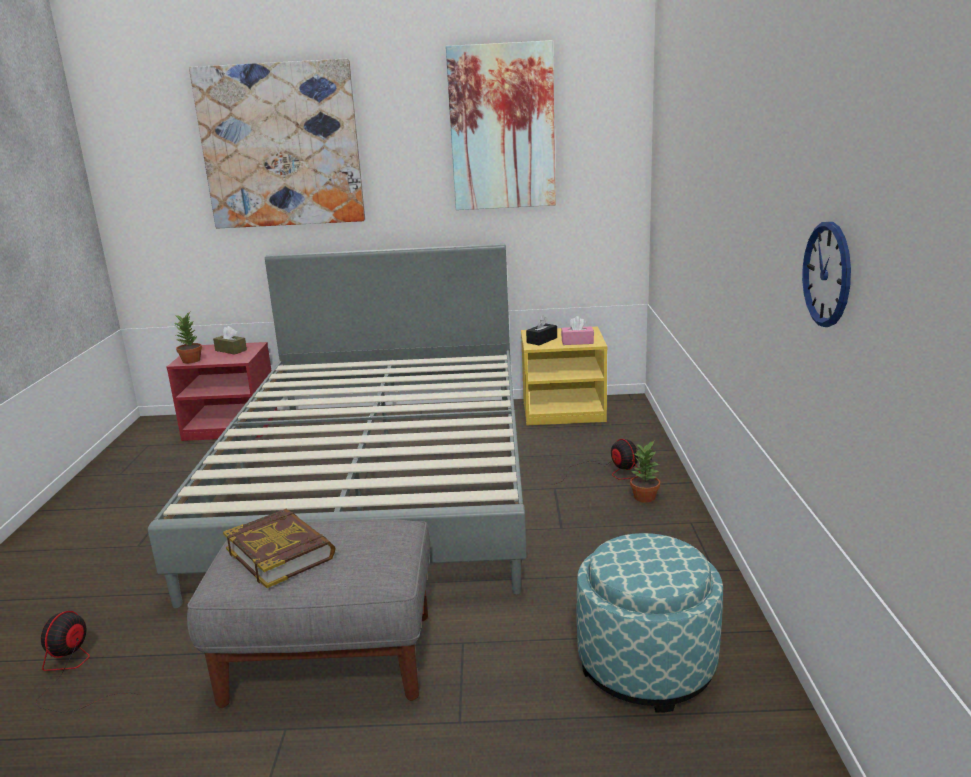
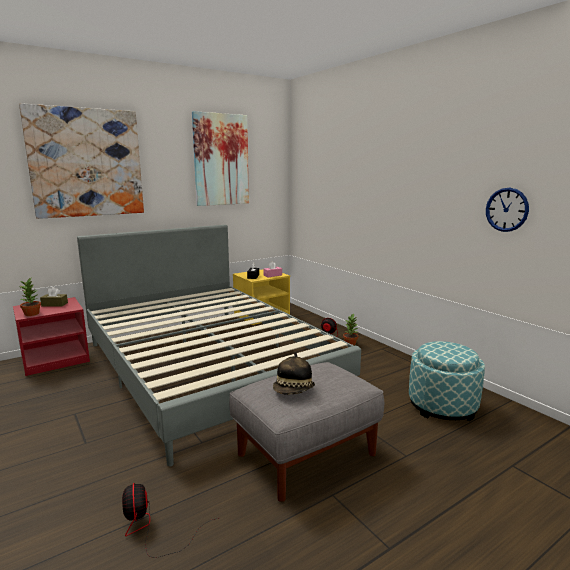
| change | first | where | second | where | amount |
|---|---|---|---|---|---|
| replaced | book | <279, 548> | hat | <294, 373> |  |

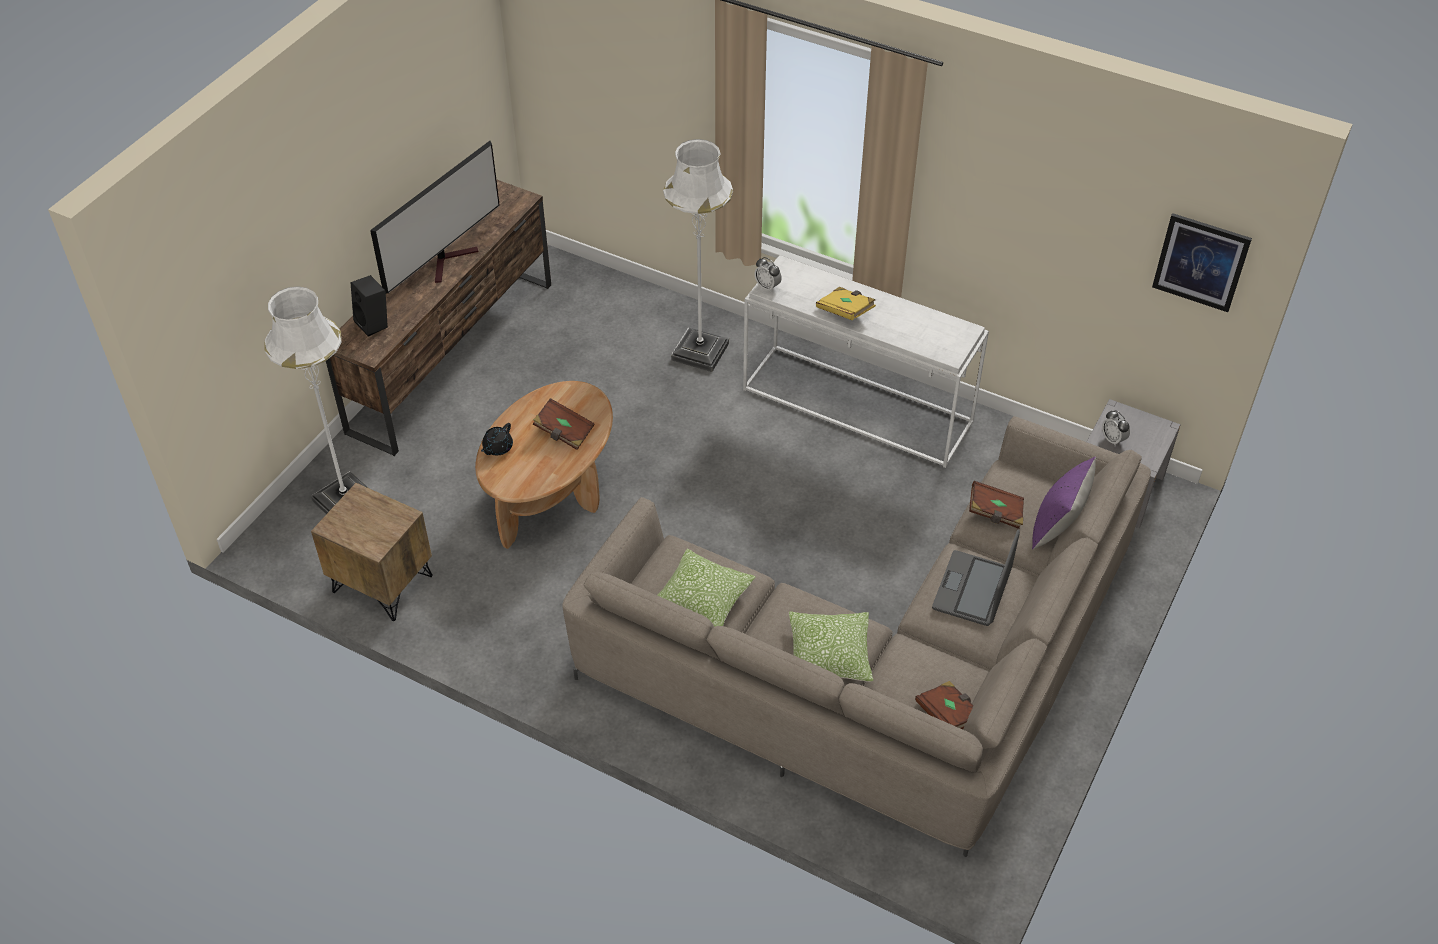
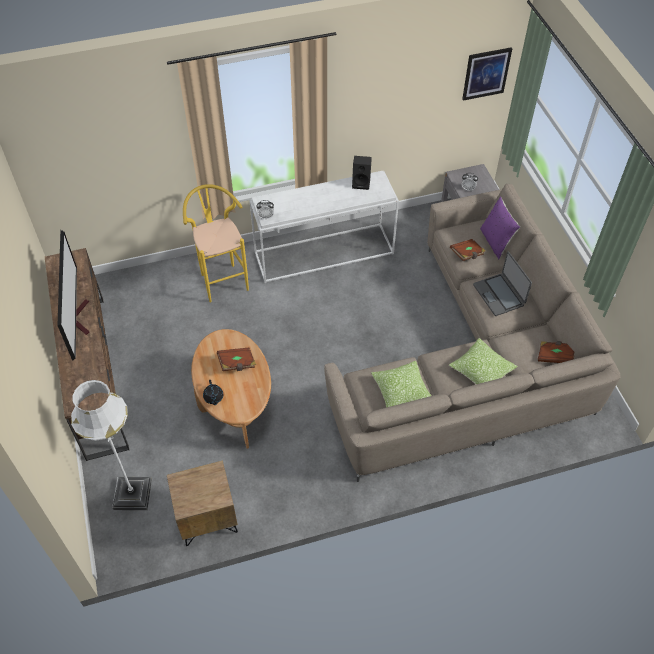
| change | first | where | second | where | amount |
|---|---|---|---|---|---|
| moved | black speaker | <369, 306> |  | <362, 173> |  |
| replaced | white floor lamp | <698, 255> | yellow stool | <216, 243> |  |
| removed | yellow book | <846, 304> |  |  |  |

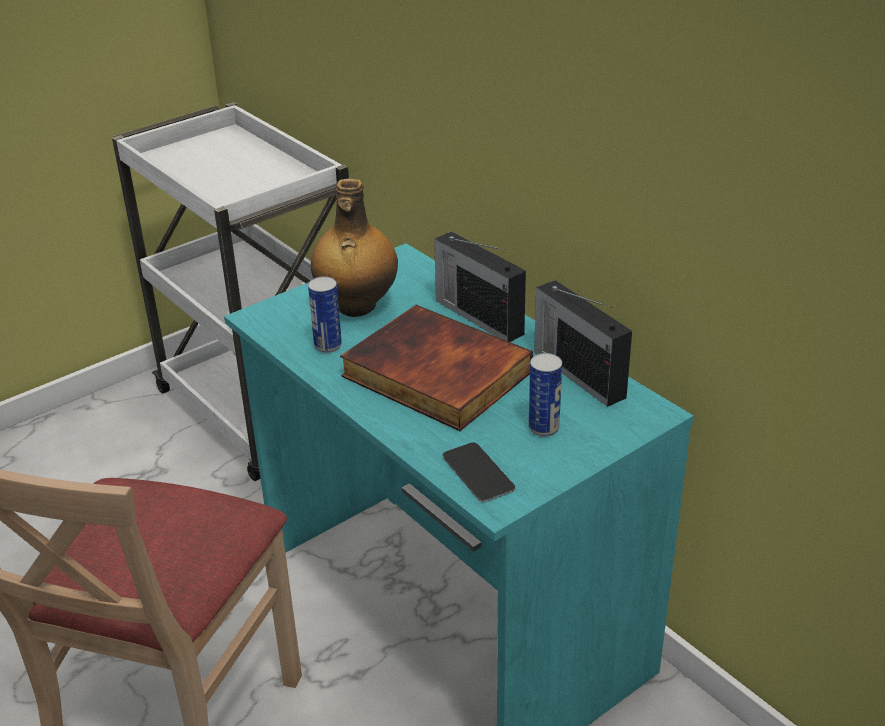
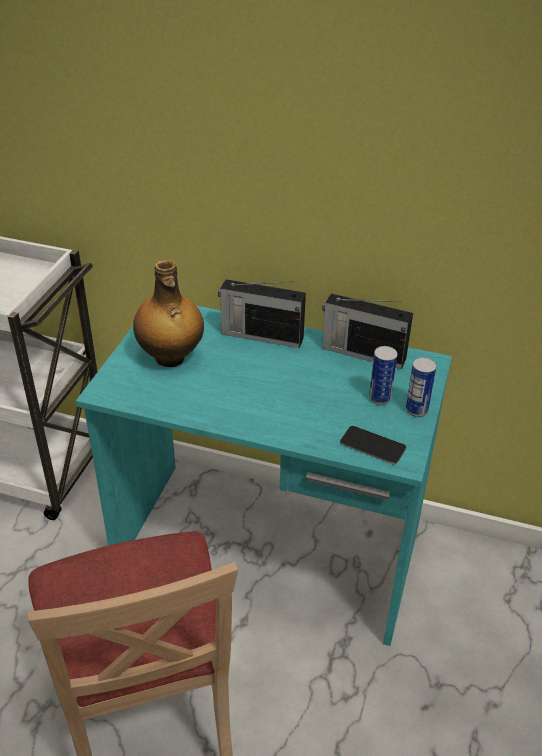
| change | first | where | second | where | amount |
|---|---|---|---|---|---|
| moved | can | <325, 314> |  | <421, 387> |  |
| removed | book | <436, 368> |  |  |  |

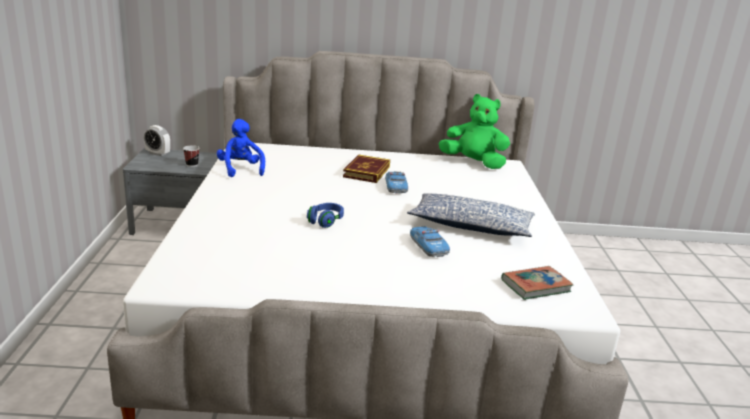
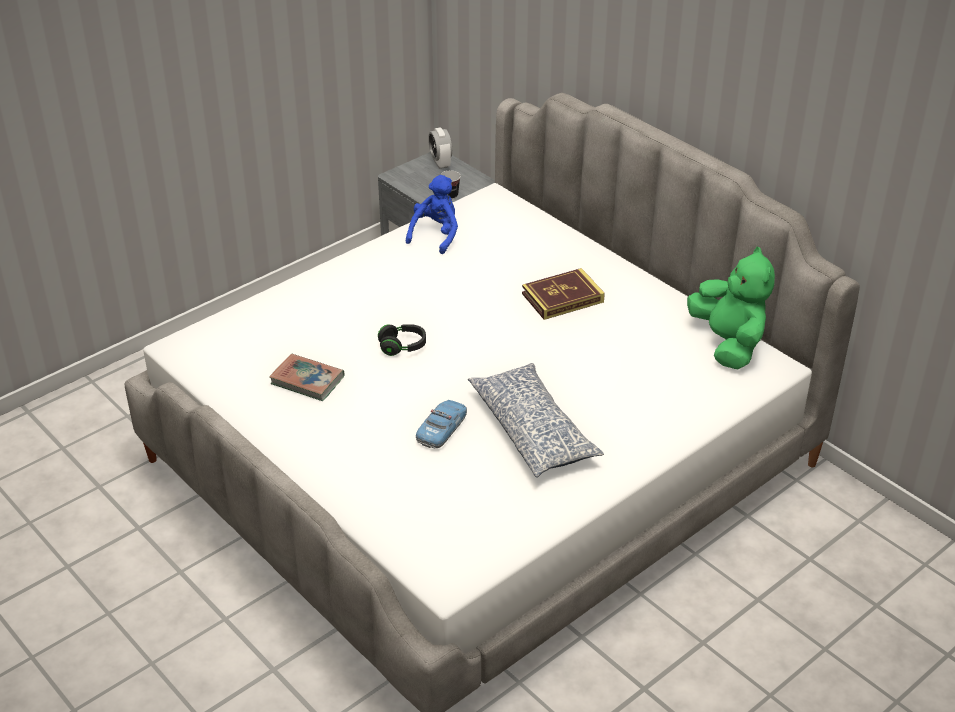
| change | first | where | second | where | amount |
|---|---|---|---|---|---|
| recoloured | blue headphones | <325, 215> | black headphones | <402, 340> |  |
| removed | toy car | <396, 182> |  |  |  |
| moved | book | <537, 283> |  | <306, 377> |  |

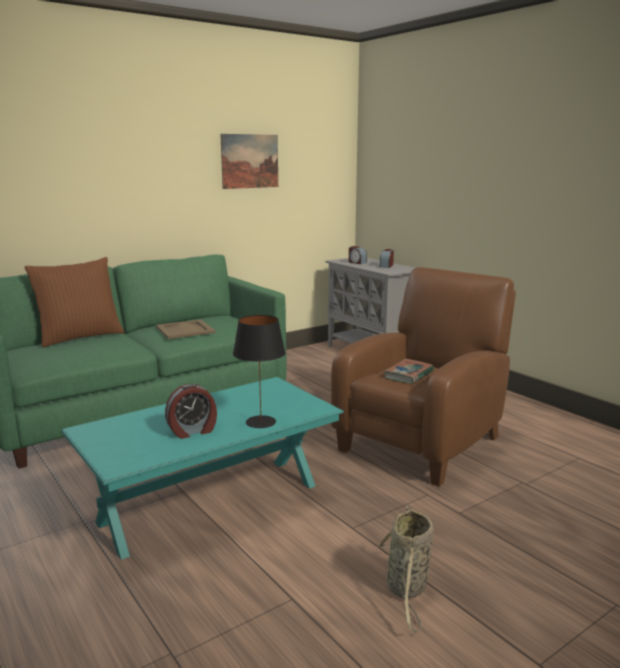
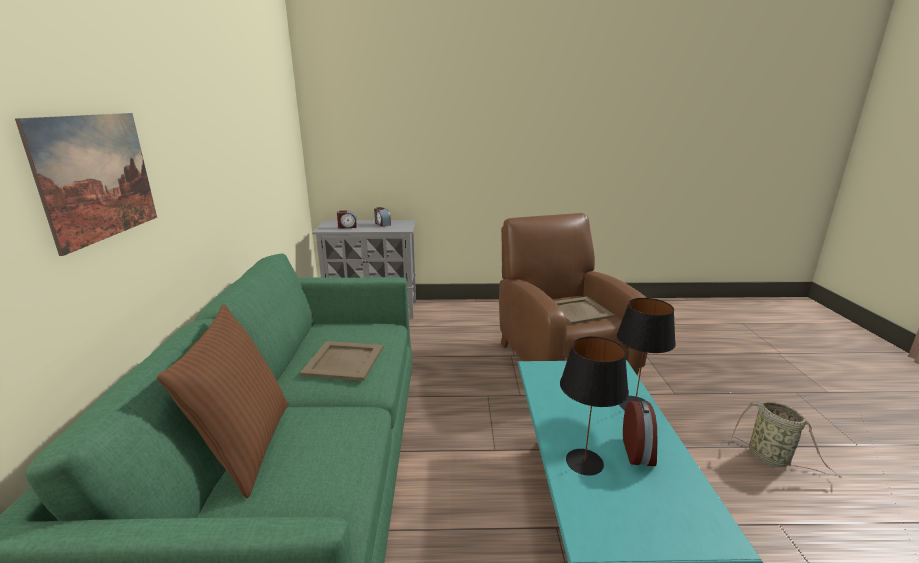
| change | first | where | second | where | amount |
|---|---|---|---|---|---|
| moved | picture | <249, 161> |  | <86, 184> |  |
| replaced | book | <409, 371> | beige tray | <584, 311> |  |
| added |  |  | black table lamp | <594, 405> |  |

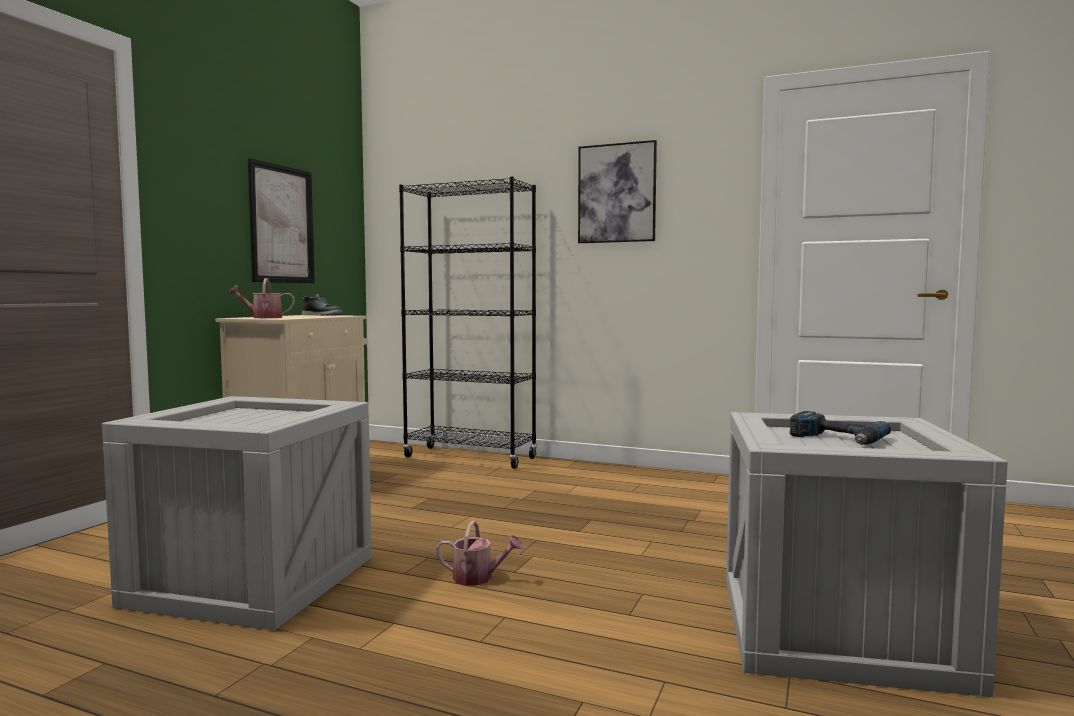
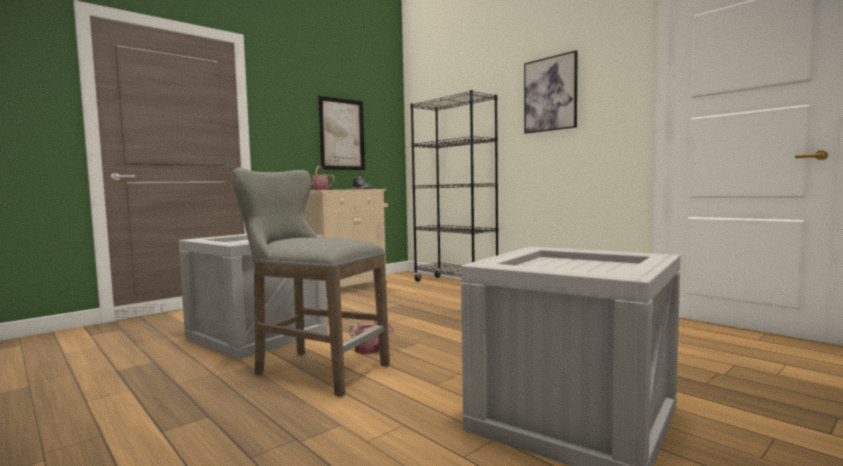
| change | first | where | second | where | amount |
|---|---|---|---|---|---|
| removed | power drill | <840, 428> |  |  |  |
| added |  |  | grey stool | <311, 282> |  |

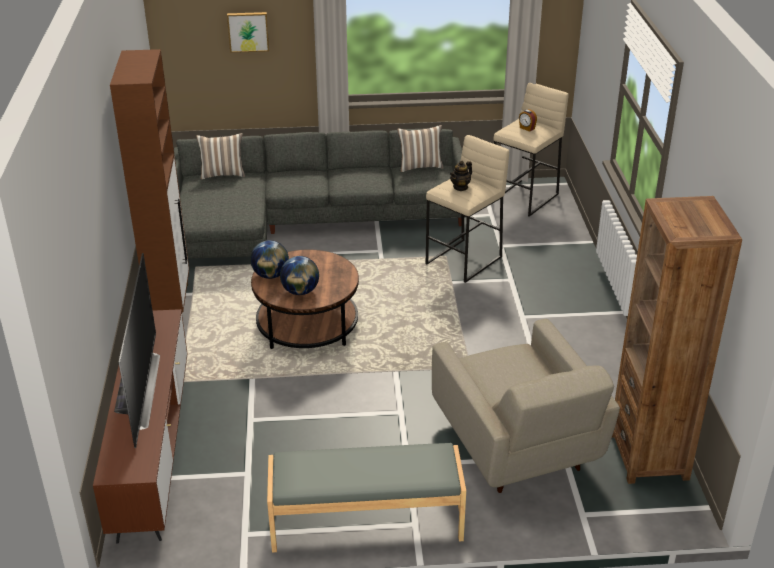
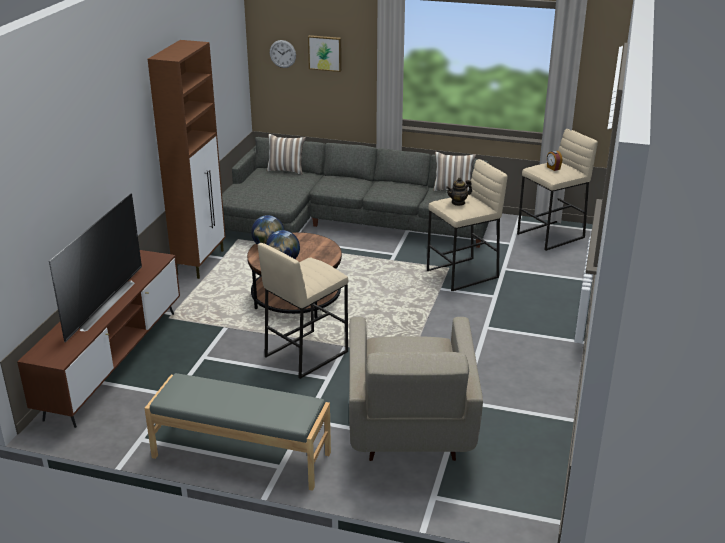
| change | first | where | second | where | amount |
|---|---|---|---|---|---|
| removed | brown bookcase | <677, 340> |  |  |  |
| added |  |  | beige stool | <303, 311> |  |
| added |  |  | wall clock | <283, 54> |  |

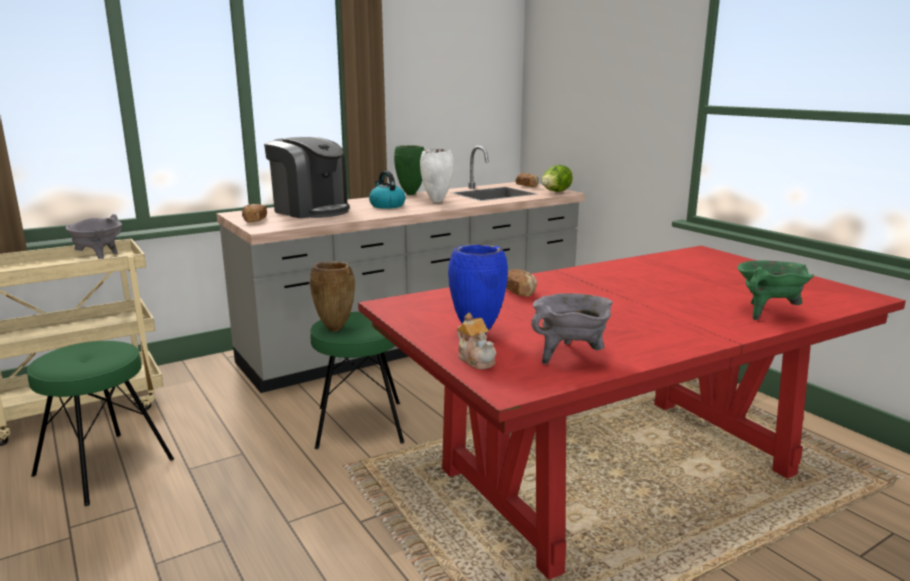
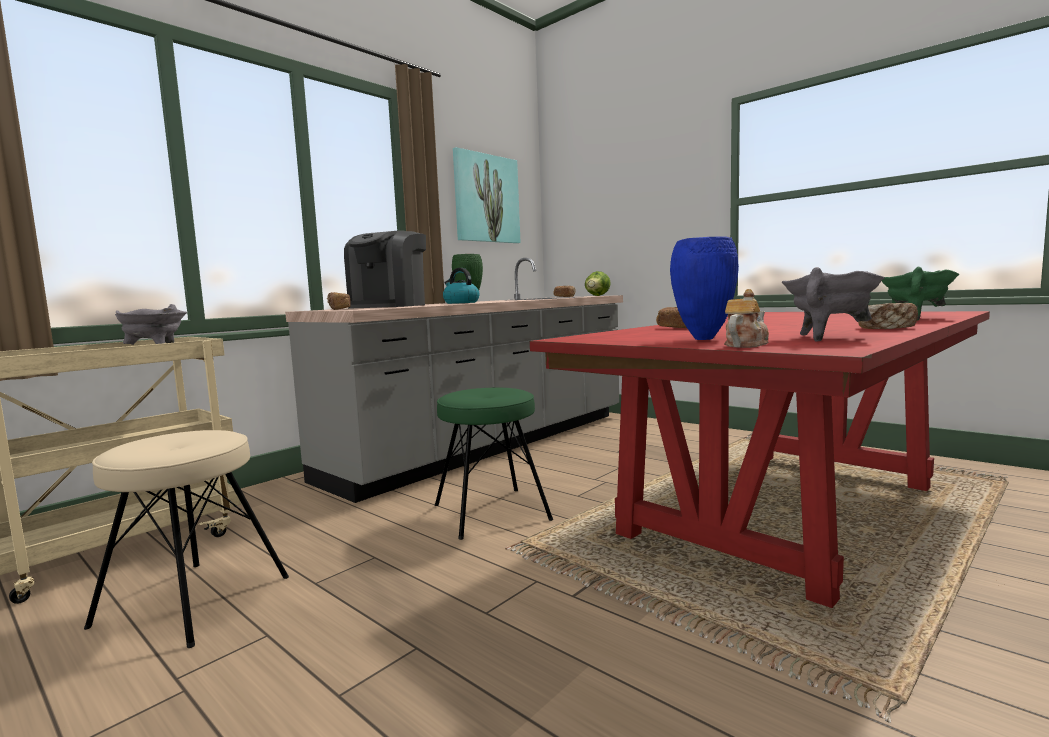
| change | first | where | second | where | amount |
|---|---|---|---|---|---|
| recoloured | green stool | <100, 423> | beige stool | <186, 539> |  |
| turned | coffee machine | <307, 177> |  | <385, 269> | 90 degrees clockwise |
| removed | brown vase | <332, 296> |  |  |  |
| removed | white vase | <437, 176> |  |  |  |
| turned | teapot | <476, 341> |  | <746, 318> | 90 degrees counterclockwise |
| added |  |  | picture | <487, 195> |  |
| added |  |  | bread | <888, 316> |  |

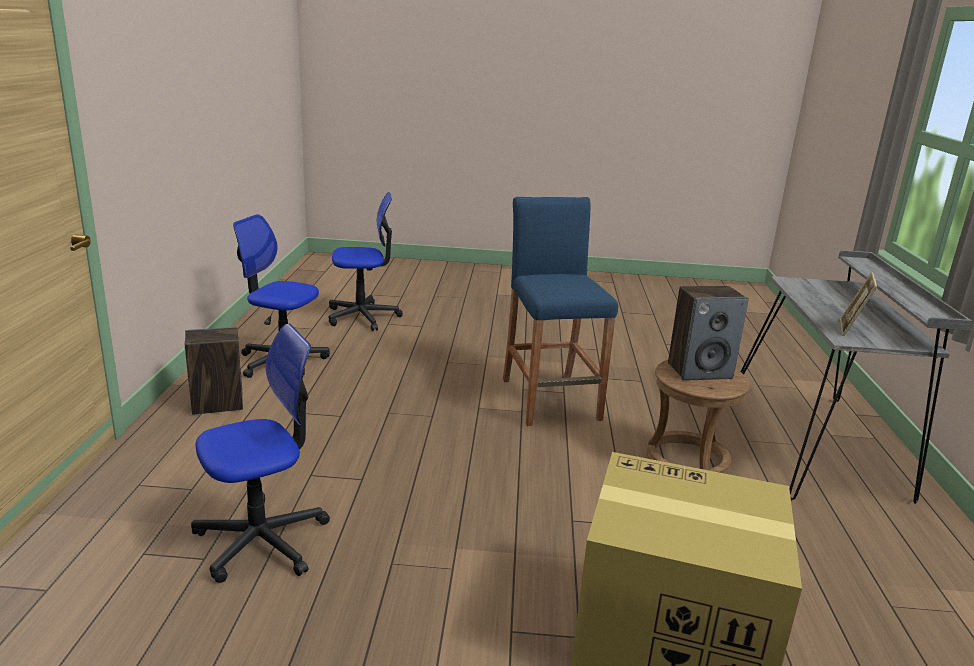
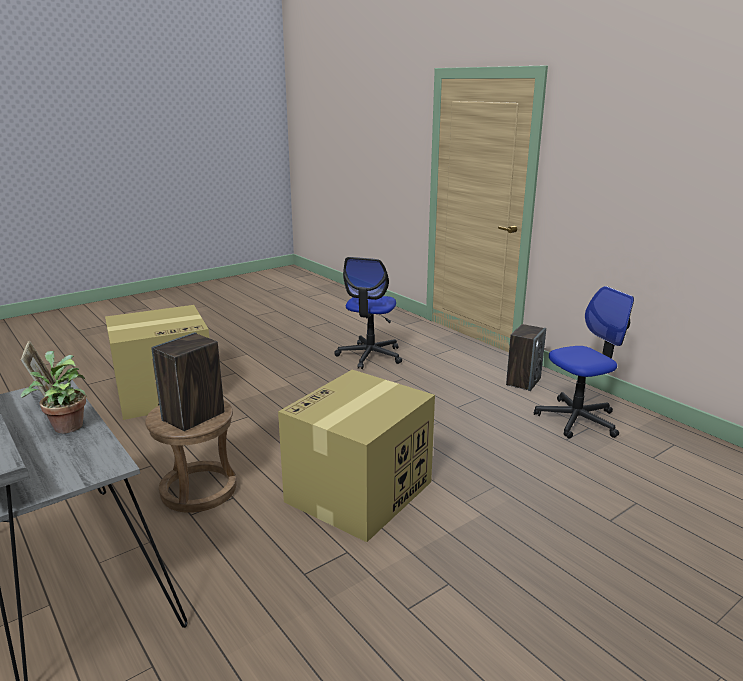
| change | first | where | second | where | amount |
|---|---|---|---|---|---|
| removed | office chair | <365, 261> |  |  |  |
| replaced | blue stool | <560, 311> | cardboard box | <356, 456> |  |
| added |  |  | potted plant | <54, 392> |  |

